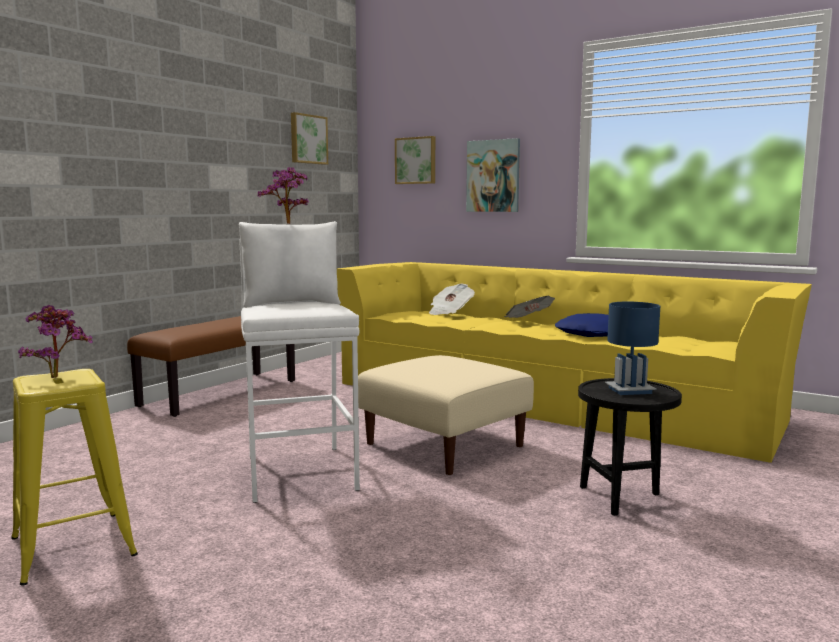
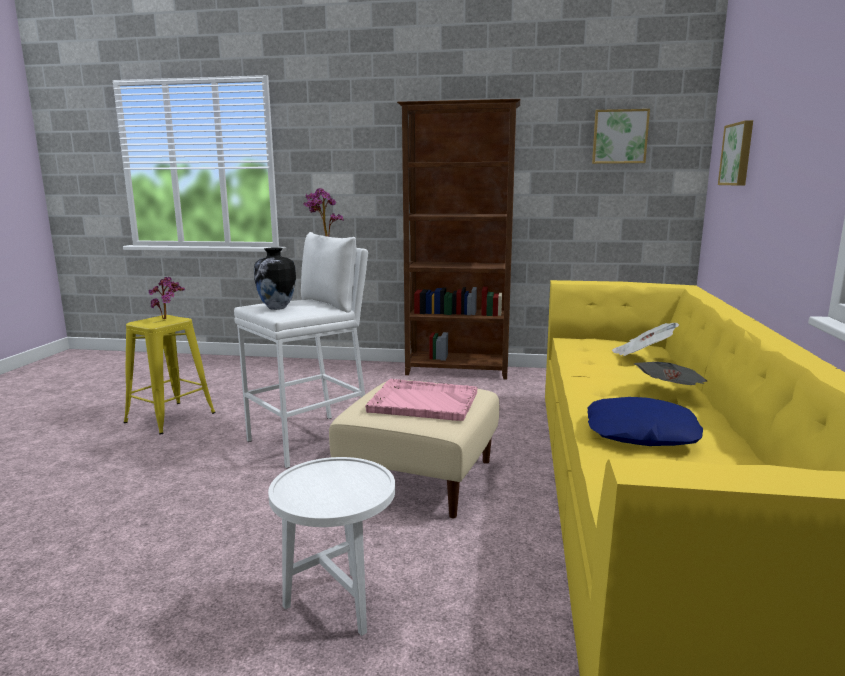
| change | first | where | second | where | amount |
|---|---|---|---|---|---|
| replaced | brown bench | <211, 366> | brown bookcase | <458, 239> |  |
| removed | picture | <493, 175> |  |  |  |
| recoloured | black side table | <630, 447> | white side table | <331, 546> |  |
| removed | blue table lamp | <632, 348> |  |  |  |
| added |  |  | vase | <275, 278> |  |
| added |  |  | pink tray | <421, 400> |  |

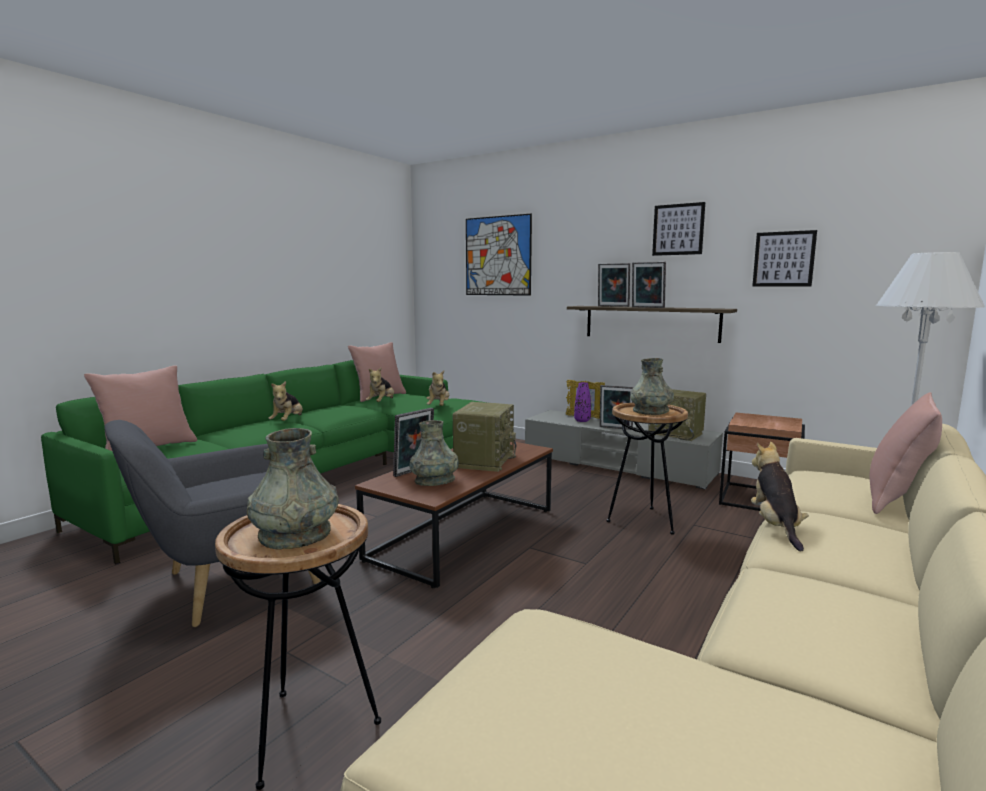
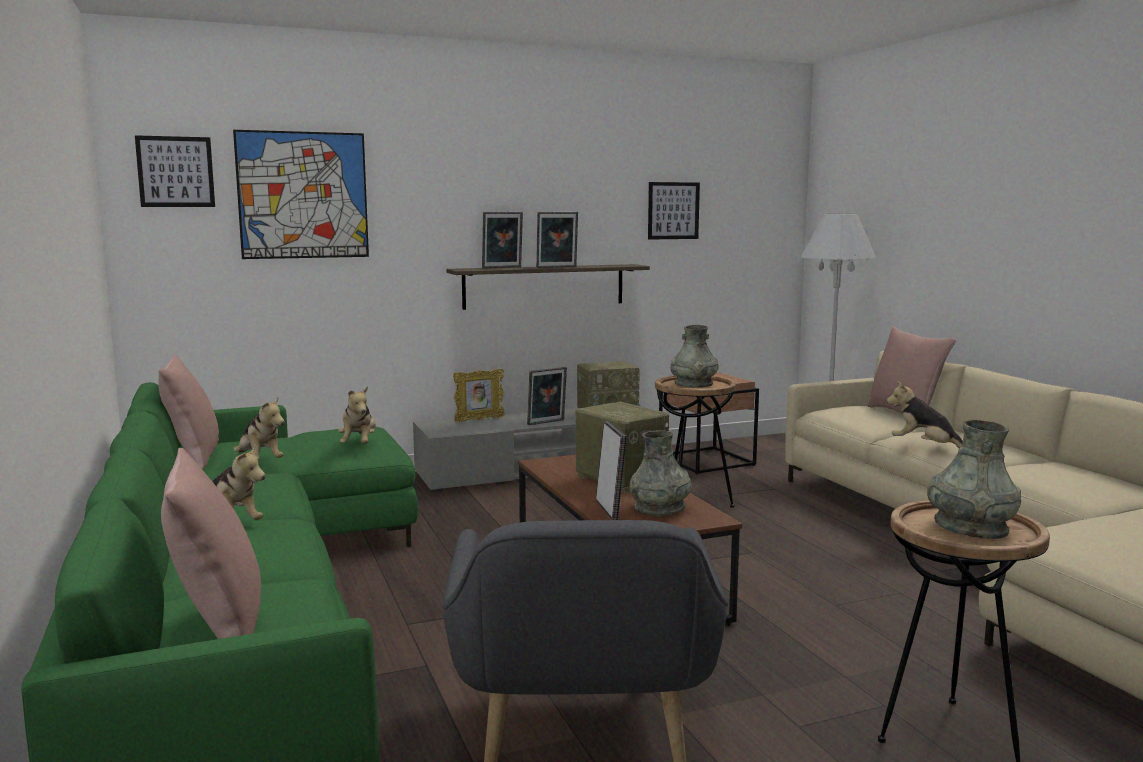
| change | first | where | second | where | amount |
|---|---|---|---|---|---|
| turned | plush toy | <438, 388> |  | <357, 414> | 45 degrees clockwise |
| removed | purple vase | <582, 402> |  |  |  |
| moved | picture | <678, 229> |  | <175, 171> |  |

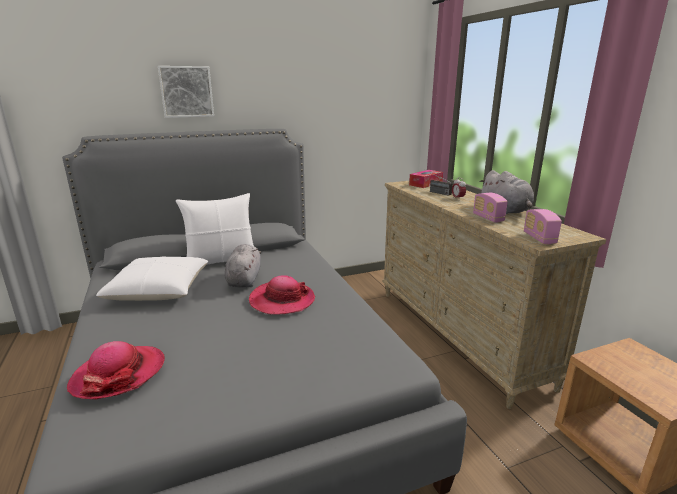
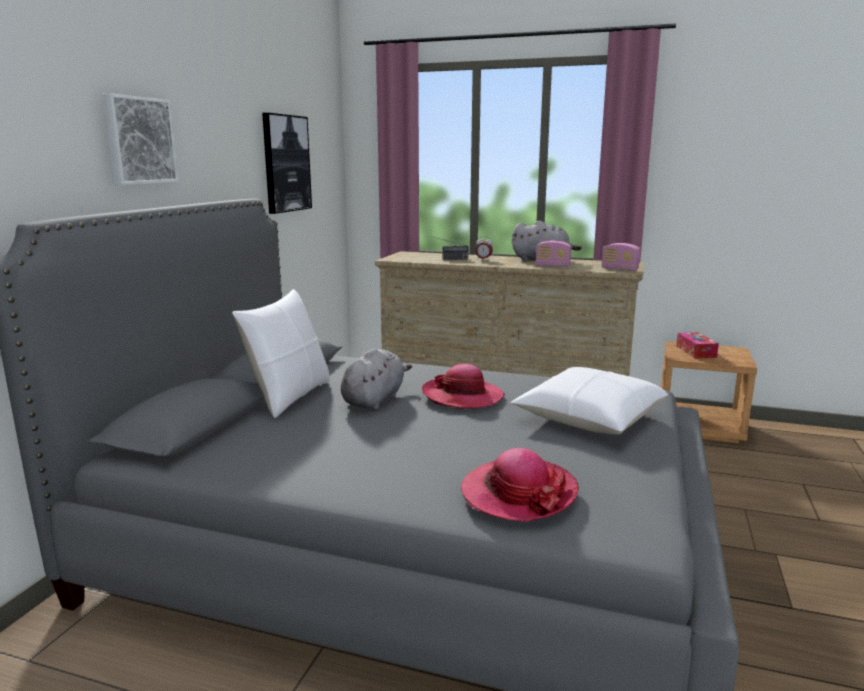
| change | first | where | second | where | amount |
|---|---|---|---|---|---|
| moved | white pillow | <152, 278> |  | <589, 401> |  |
| turned | grey plush toy | <243, 266> |  | <376, 379> | 75 degrees clockwise |
| moved | tissue box | <426, 179> |  | <697, 345> |  |
| added |  |  | picture | <287, 163> |  |

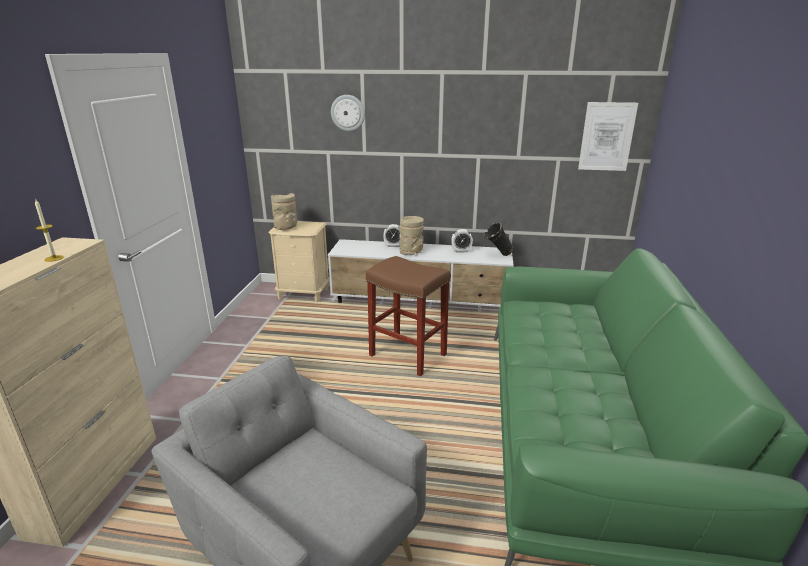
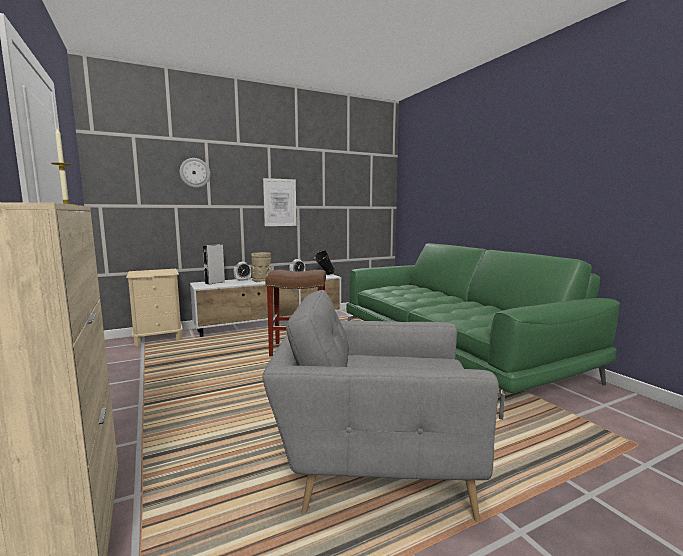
| change | first | where | second | where | amount |
|---|---|---|---|---|---|
| removed | beige vase | <284, 212> |  |  |  |
| moved | picture | <608, 136> |  | <280, 202> |  |
| added |  |  | grey speaker | <214, 264> |  |

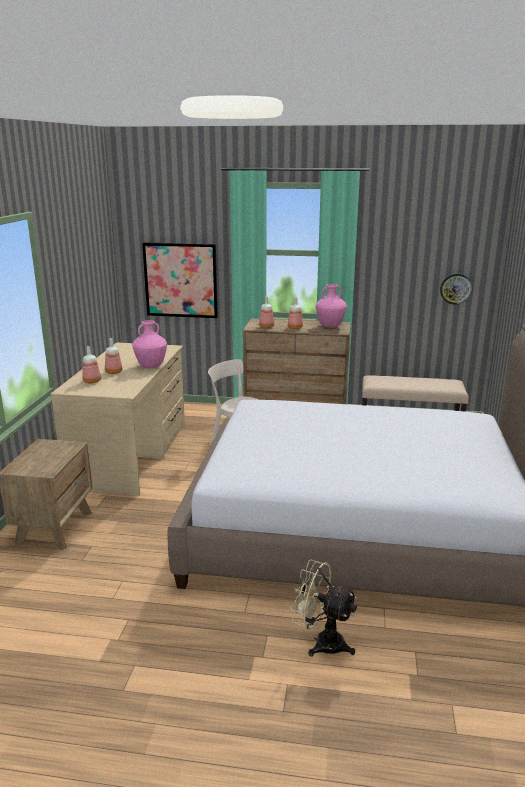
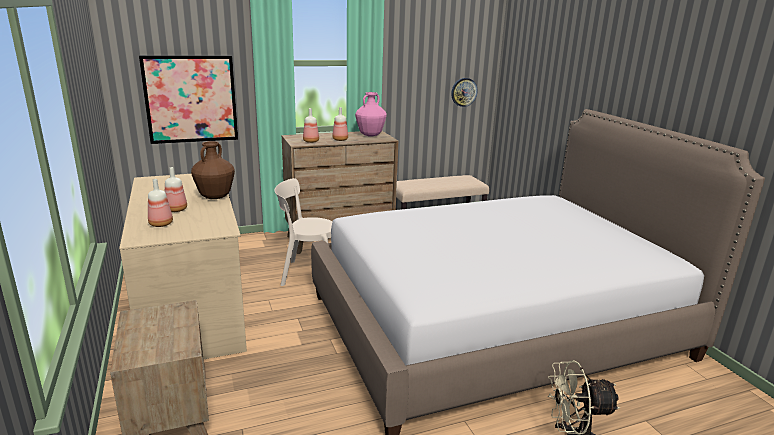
| change | first | where | second | where | amount |
|---|---|---|---|---|---|
| recoloured | pink vase | <149, 344> | brown vase | <213, 170> |  |

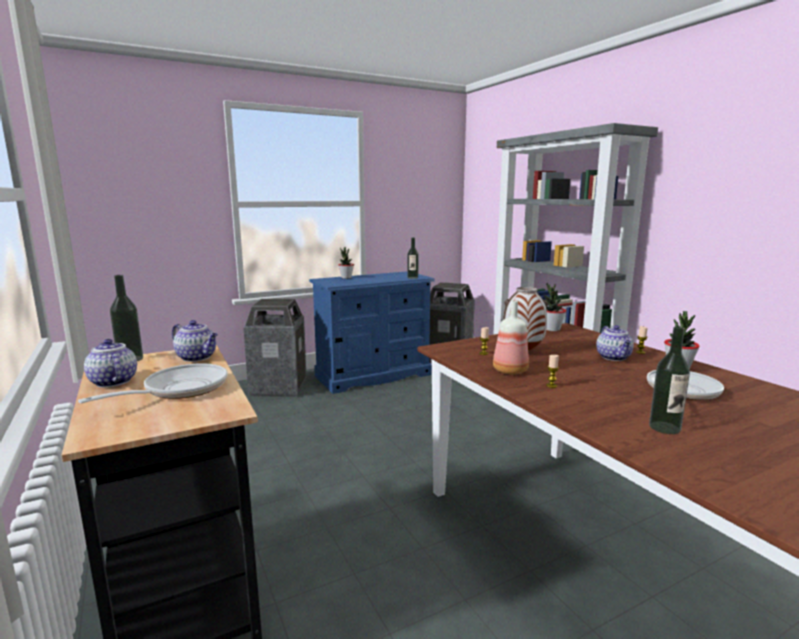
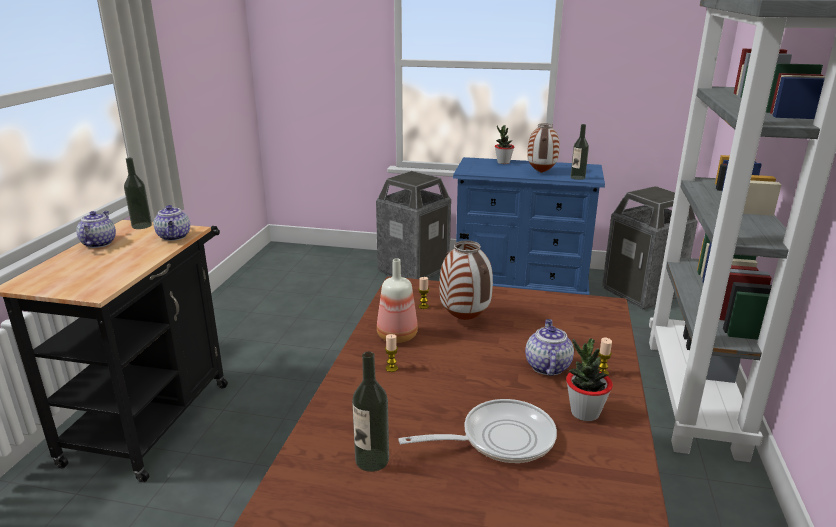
| change | first | where | second | where | amount |
|---|---|---|---|---|---|
| removed | frying pan | <153, 383> |  |  |  |
| removed | potted plant | <555, 307> |  |  |  |
| turned | teapot | <615, 343> |  | <549, 347> | 150 degrees clockwise |
| added |  |  | vase | <543, 148> |  |

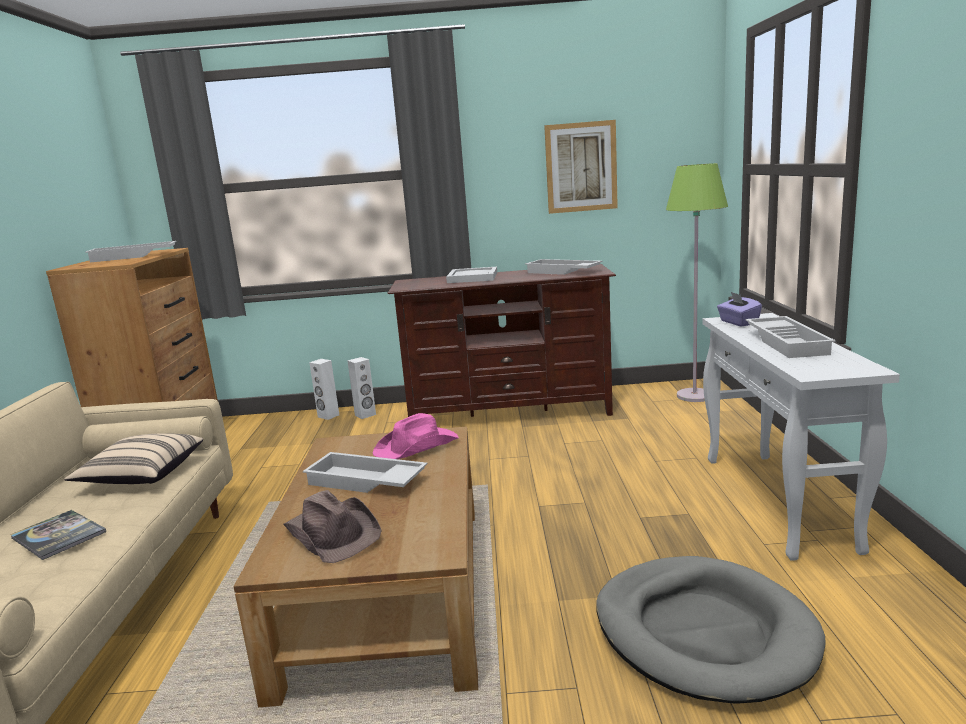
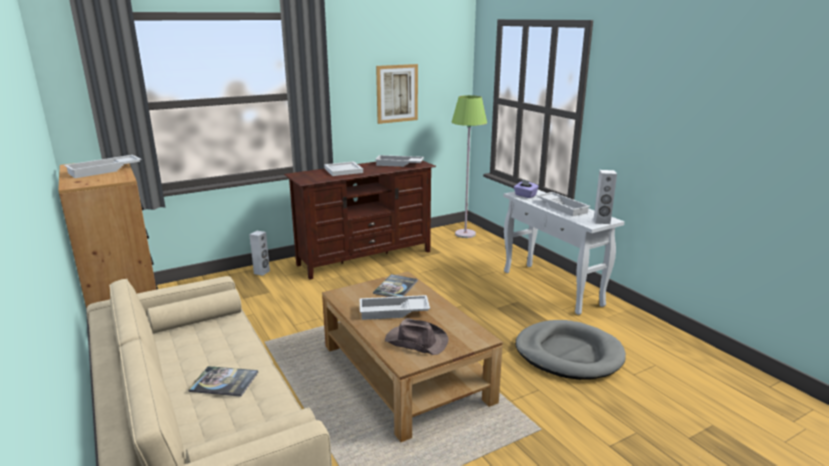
| change | first | where | second | where | amount |
|---|---|---|---|---|---|
| removed | beige pillow | <133, 458> |  |  |  |
| moved | white speaker | <324, 389> |  | <605, 197> |  |
| replaced | pink hat | <416, 436> | book | <395, 285> |  |

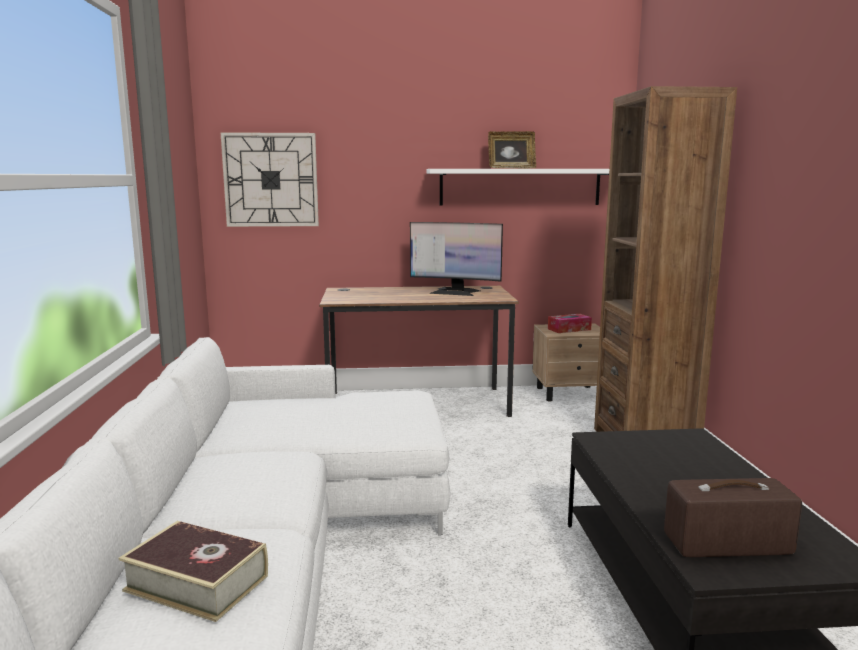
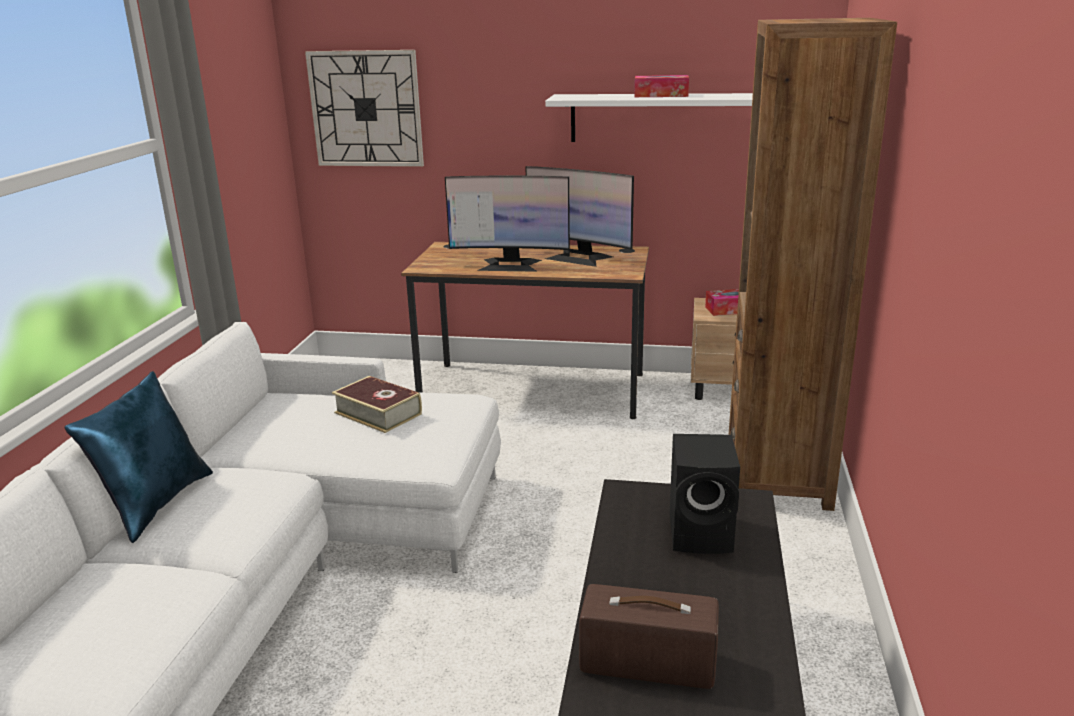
| change | first | where | second | where | amount |
|---|---|---|---|---|---|
| moved | book | <193, 571> |  | <377, 404> |  |
| replaced | picture frame | <512, 150> | tissue box | <661, 86> |  |
| added |  |  | blue pillow | <138, 457> |  |
| added |  |  | monitor | <507, 224> |  |
| added |  |  | black speaker | <705, 494> |  |

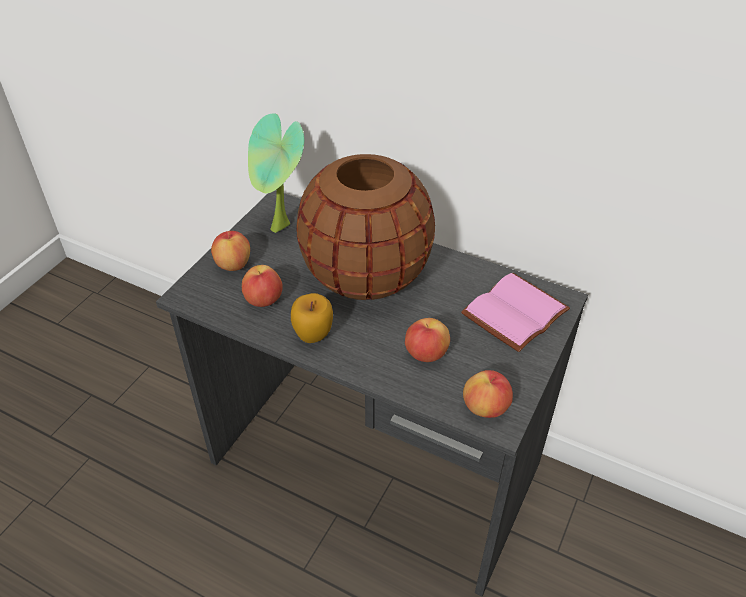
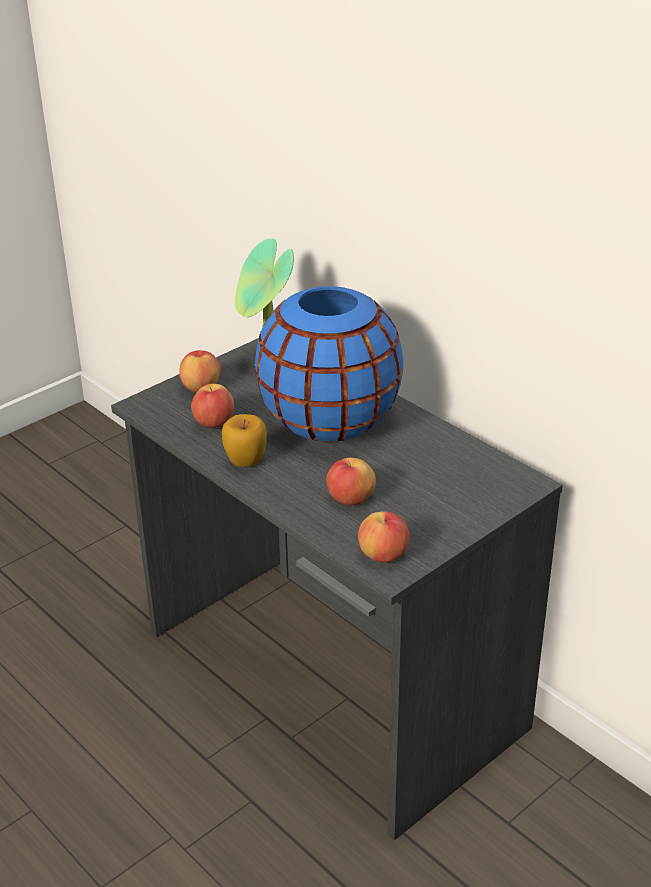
| change | first | where | second | where | amount |
|---|---|---|---|---|---|
| recoloured | brown vase | <365, 227> | blue vase | <329, 364> |  |
| removed | pink book | <515, 312> |  |  |  |

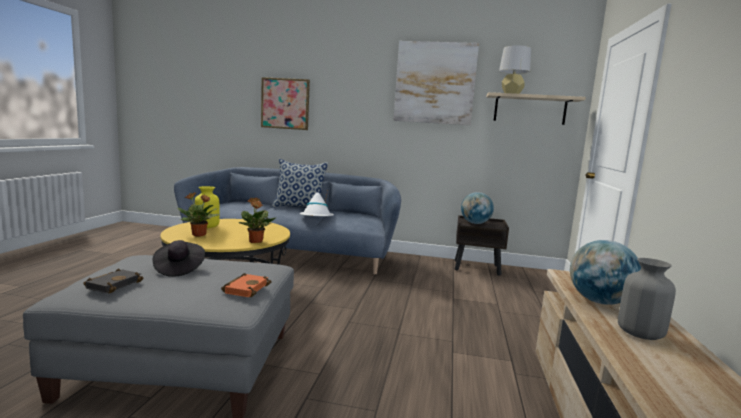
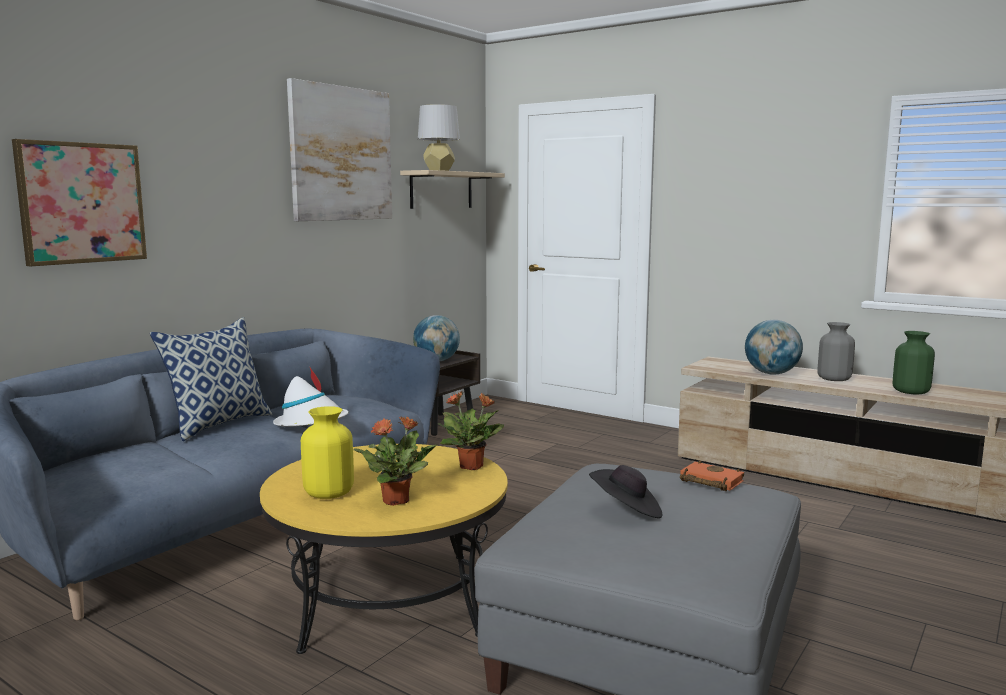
| change | first | where | second | where | amount |
|---|---|---|---|---|---|
| removed | black book | <113, 280> |  |  |  |
| added |  |  | green vase | <914, 362> |  |

